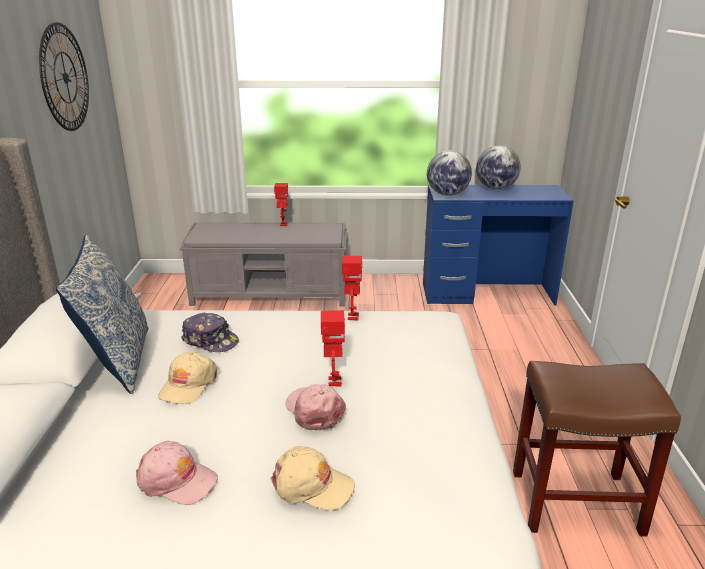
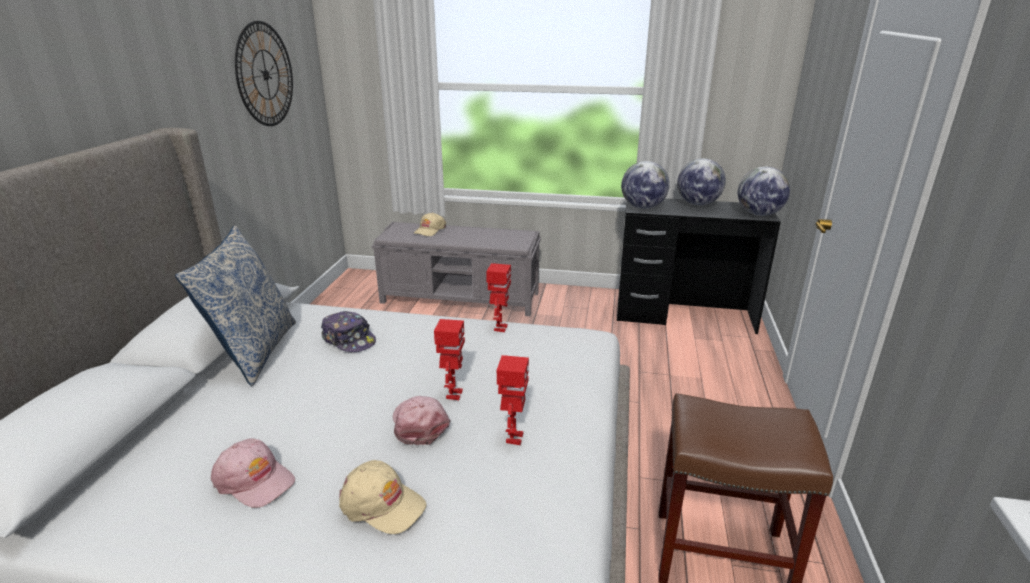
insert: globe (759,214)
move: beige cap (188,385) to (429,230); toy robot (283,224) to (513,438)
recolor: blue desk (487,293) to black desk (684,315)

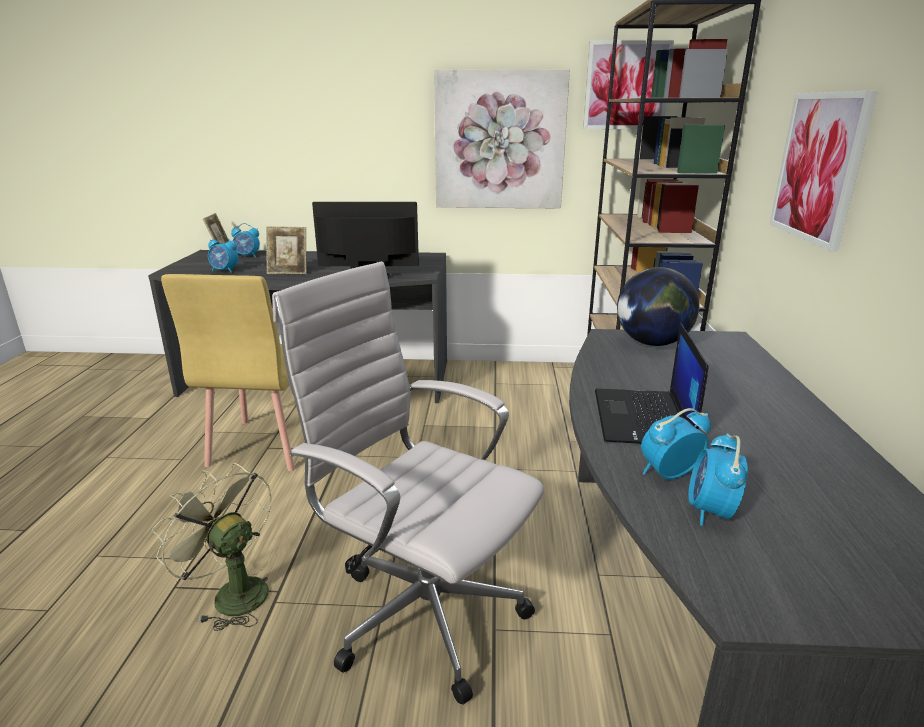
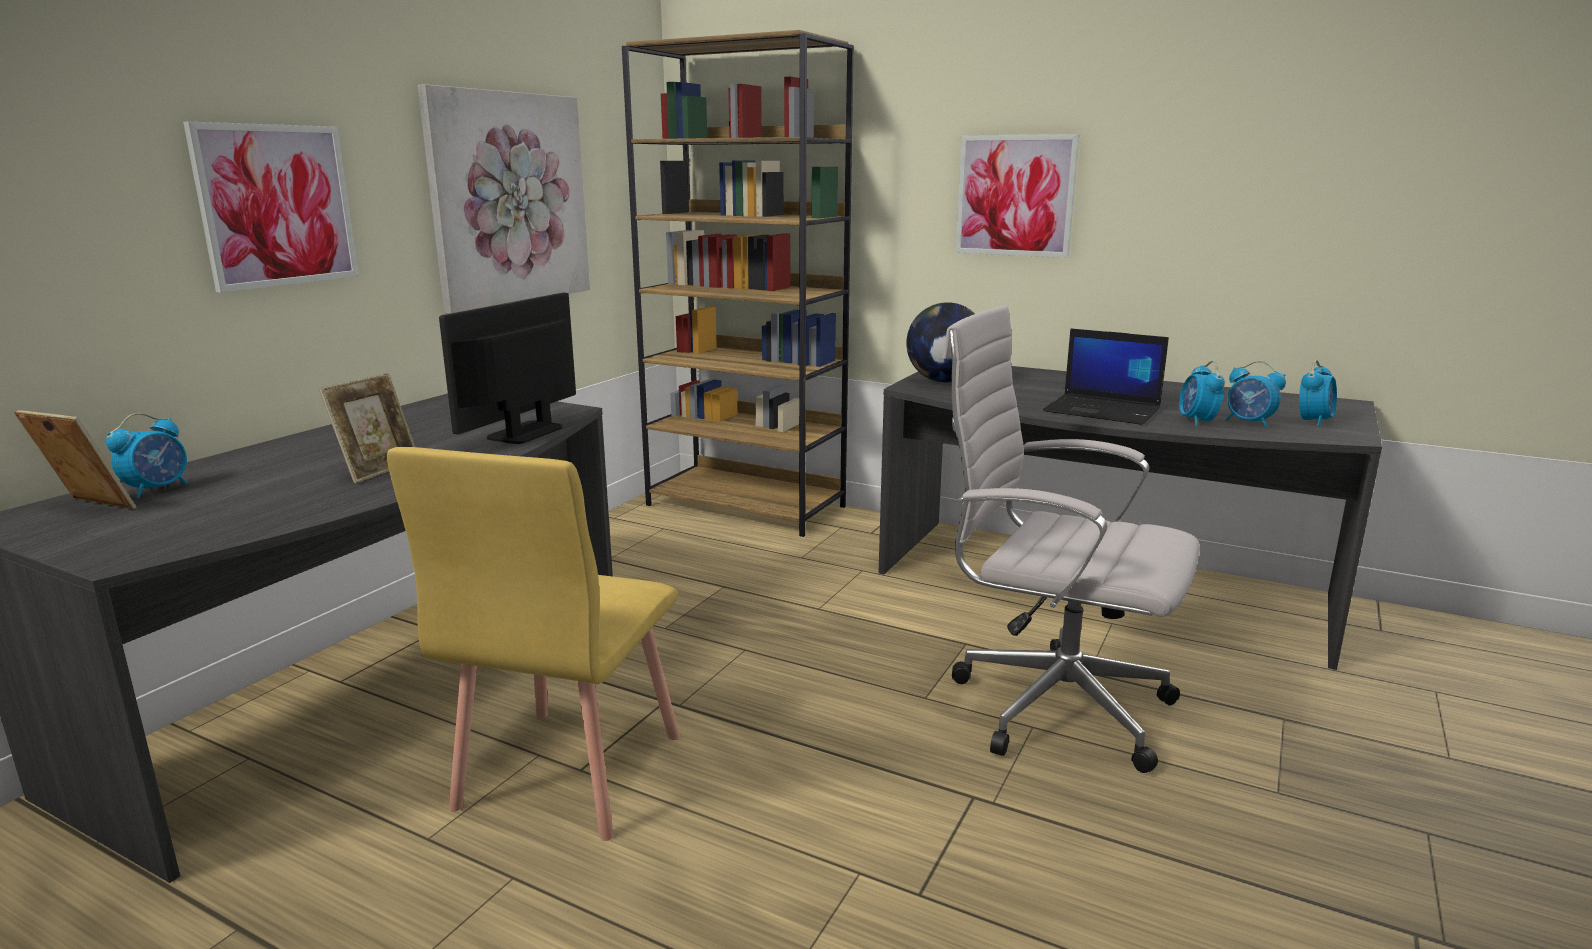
delete: green fan (232,592)
move: picture (626,86) to (276,206); alarm clock (225,271) to (1313,421)
rotate: yellow chair (265,445) = (568,771) 75 degrees clockwise; white office chair (421,612) = (1050,705) 60 degrees clockwise

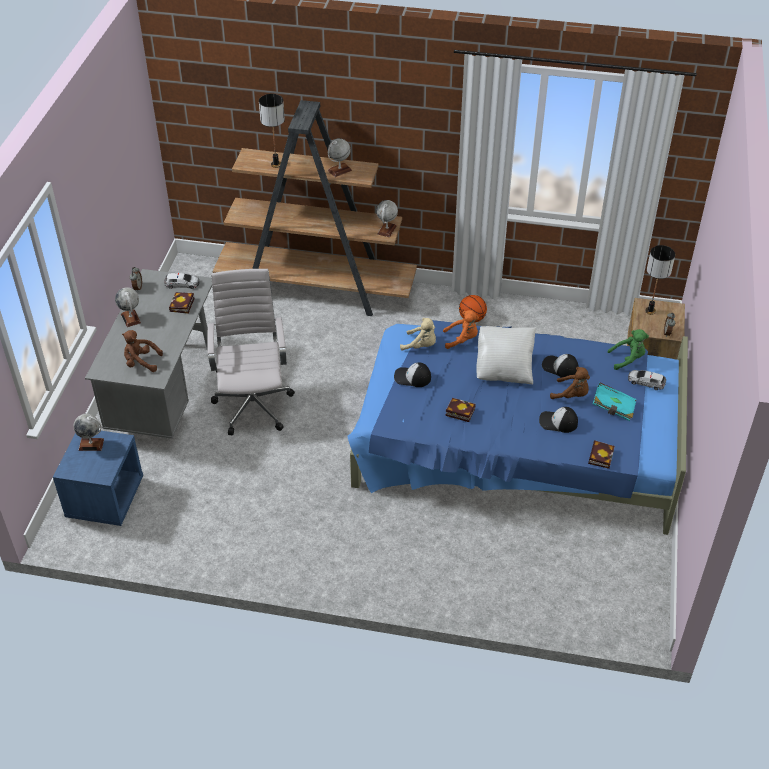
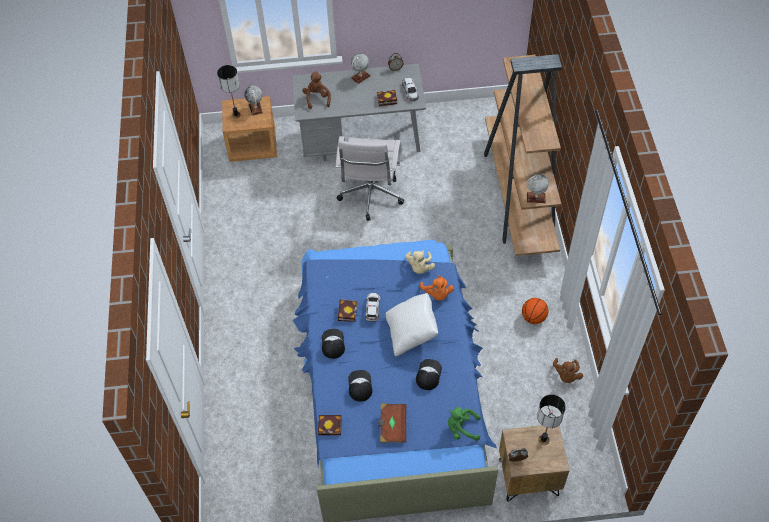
delete: globe (339,170)
move: table lamp (276,164) to (236,115); cap (412,377) to (332,344); toy car (646,382) to (372,308); brown plush toy (571,395) to (566,375)
recolor: blue nightstand (105,498) to brown nightstand (253,145); turquoise book (613,408) to brown book (392,426)
rotate: white office chair (253,404) = (370,196) 120 degrees clockwise; green plush toy (628,359) = (462,429) 120 degrees clockwise

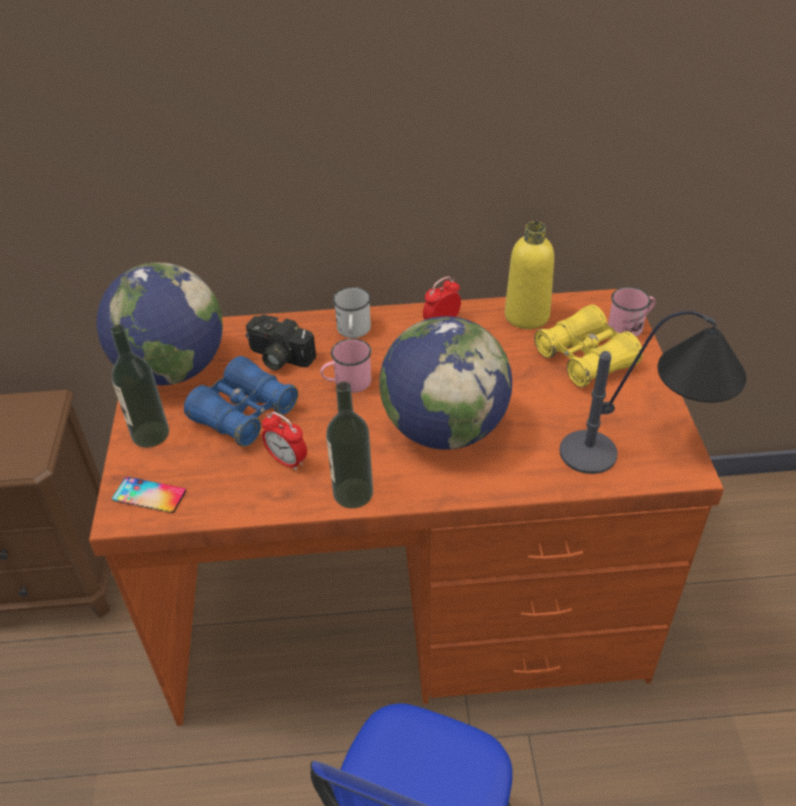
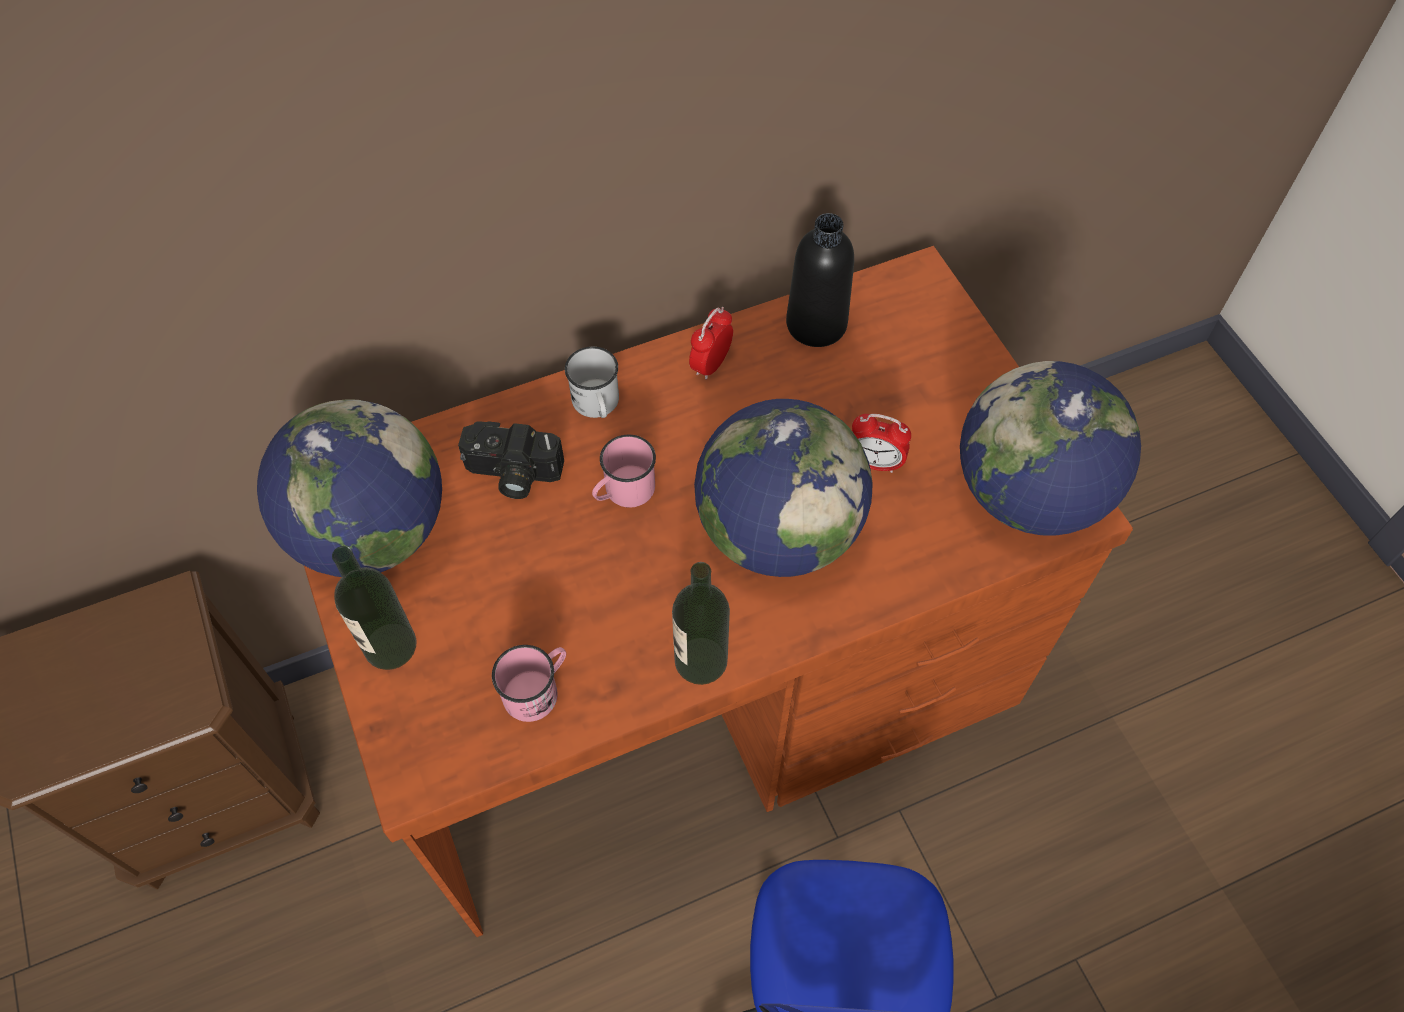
delete: phone (149,495); blue binoculars (244,413); yellow binoculars (585,358)
move: pink mug (630,326) to (537,690); alarm clock (287,461) to (874,463)
replace: table lamp (646,448) to globe (1028,494)
recolor: yellow bottle (527,316) to black bottle (816,324)

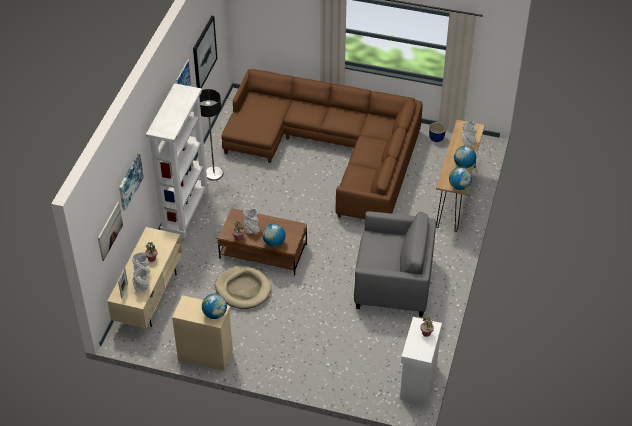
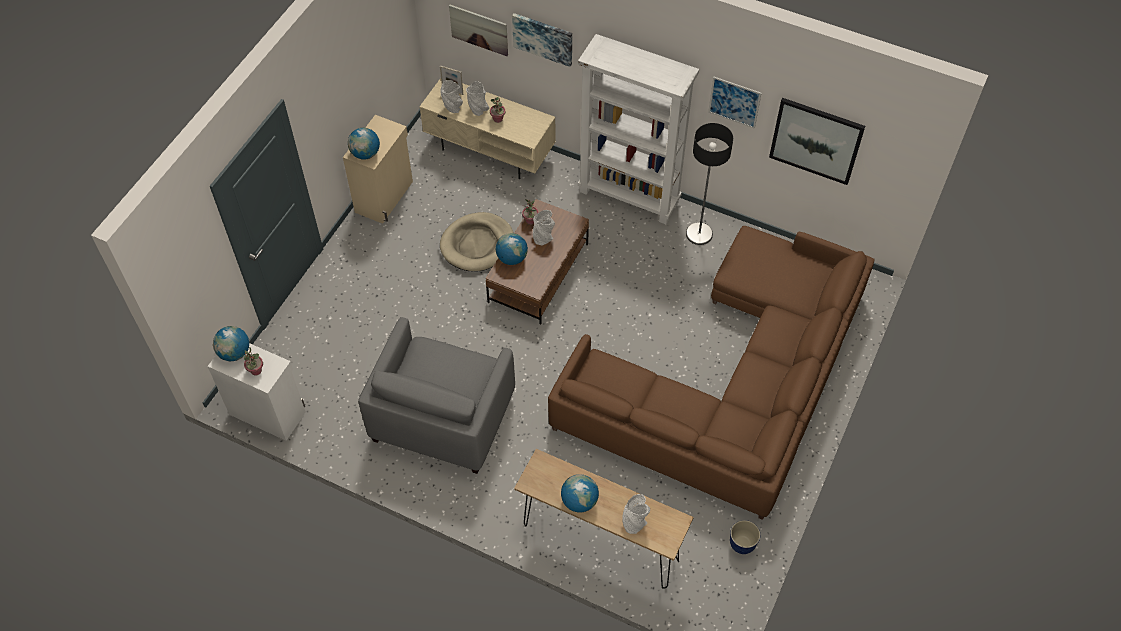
move: globe (459,186) to (234,353)

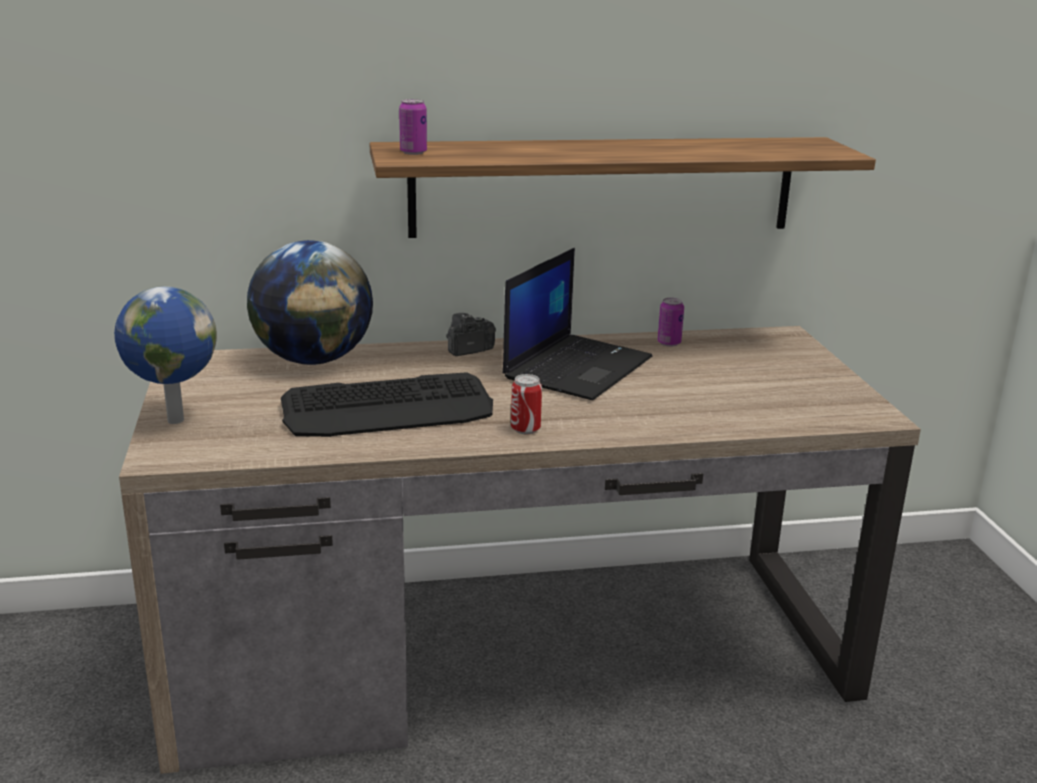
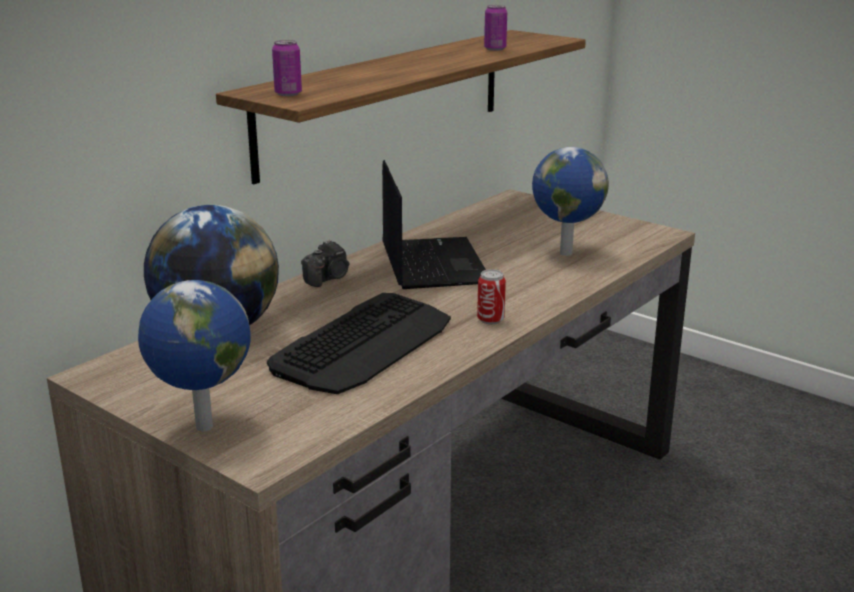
insert: globe (564,253)
move: can (669,343) to (495,49)
rotate: photo camera (468,350) = (328,278) 150 degrees counterclockwise

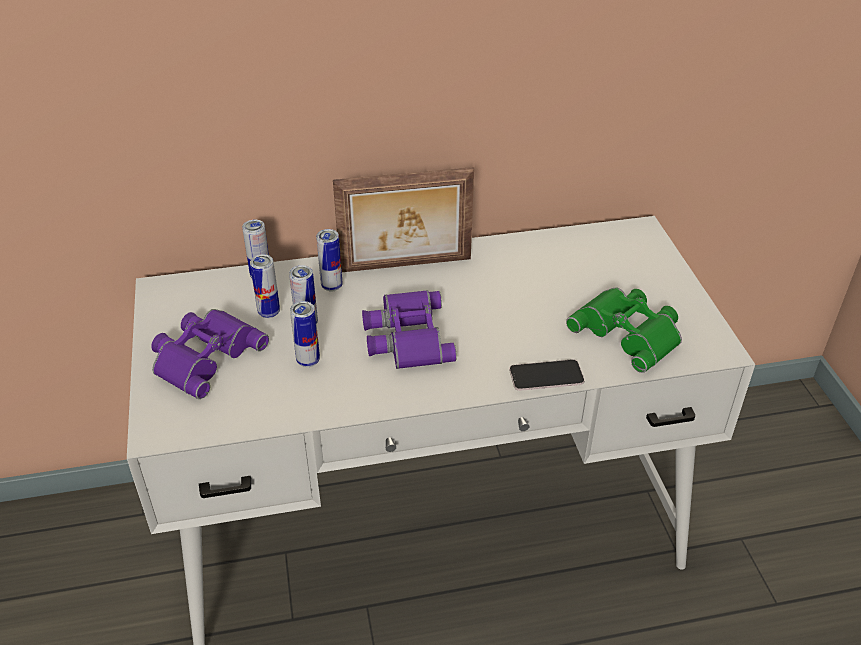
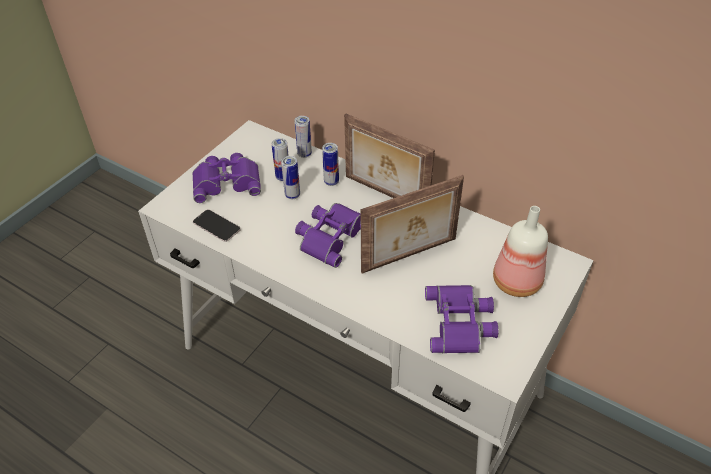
delete: can (308,361)
insert: picture frame (410,256); bottle (515,283)
move: phone (546,376) to (216,226)
recolor: green binoculars (629,332) to purple binoculars (461,323)

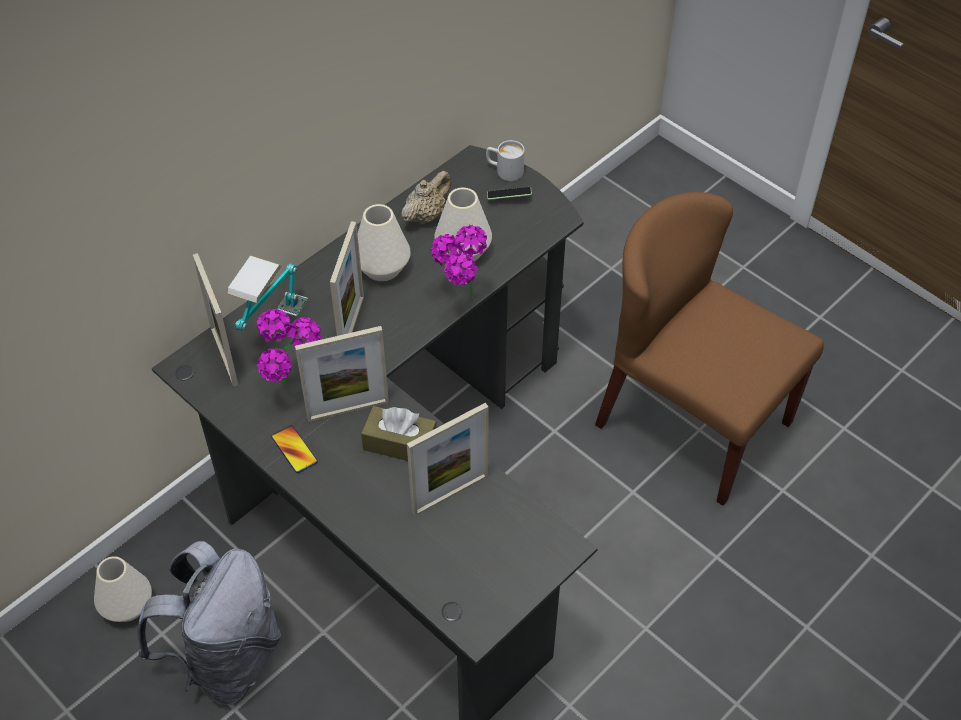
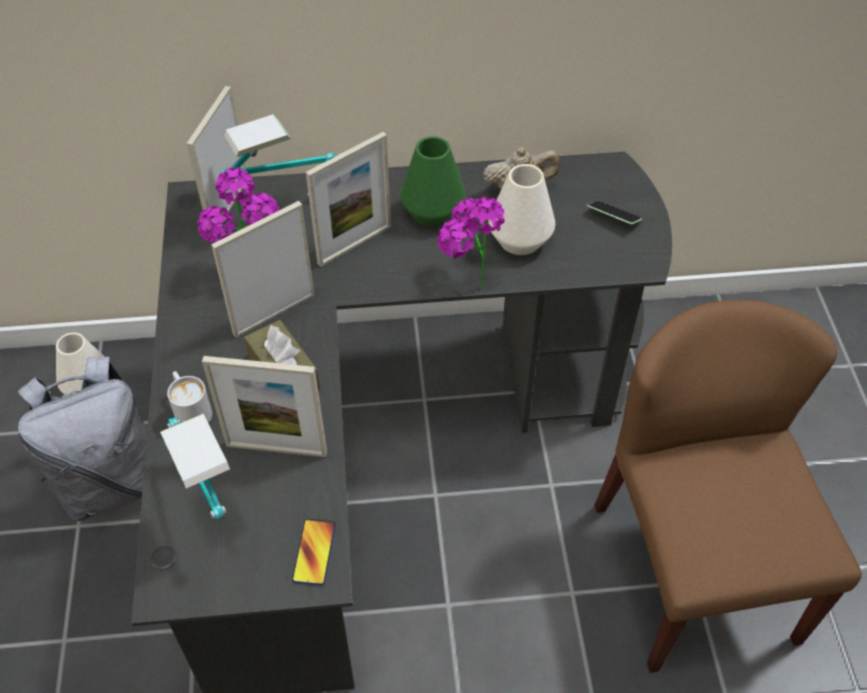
insert: table lamp (210,504)
move: white mug (504,170) to (190,409); phone (294,450) to (314,552)
recolor: white vase (383,268) to green vase (433,212)
rotate: picture frame (348,410) = (274,314) 120 degrees clockwise

